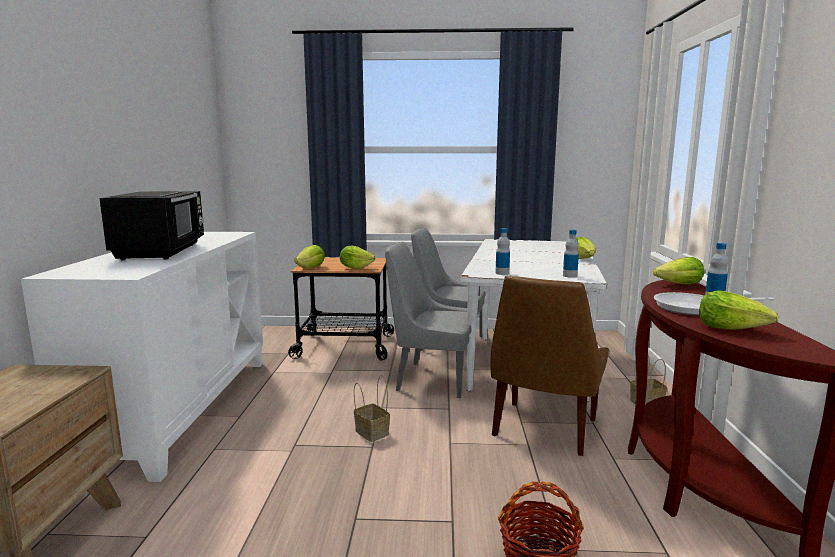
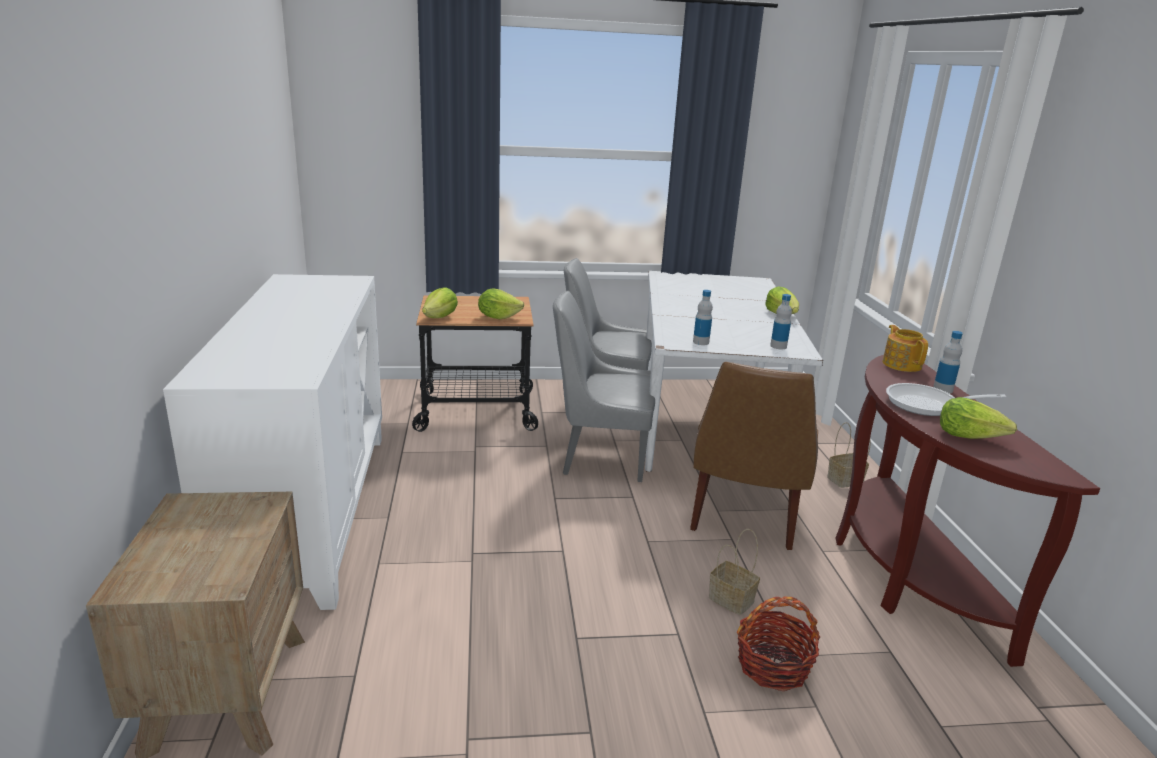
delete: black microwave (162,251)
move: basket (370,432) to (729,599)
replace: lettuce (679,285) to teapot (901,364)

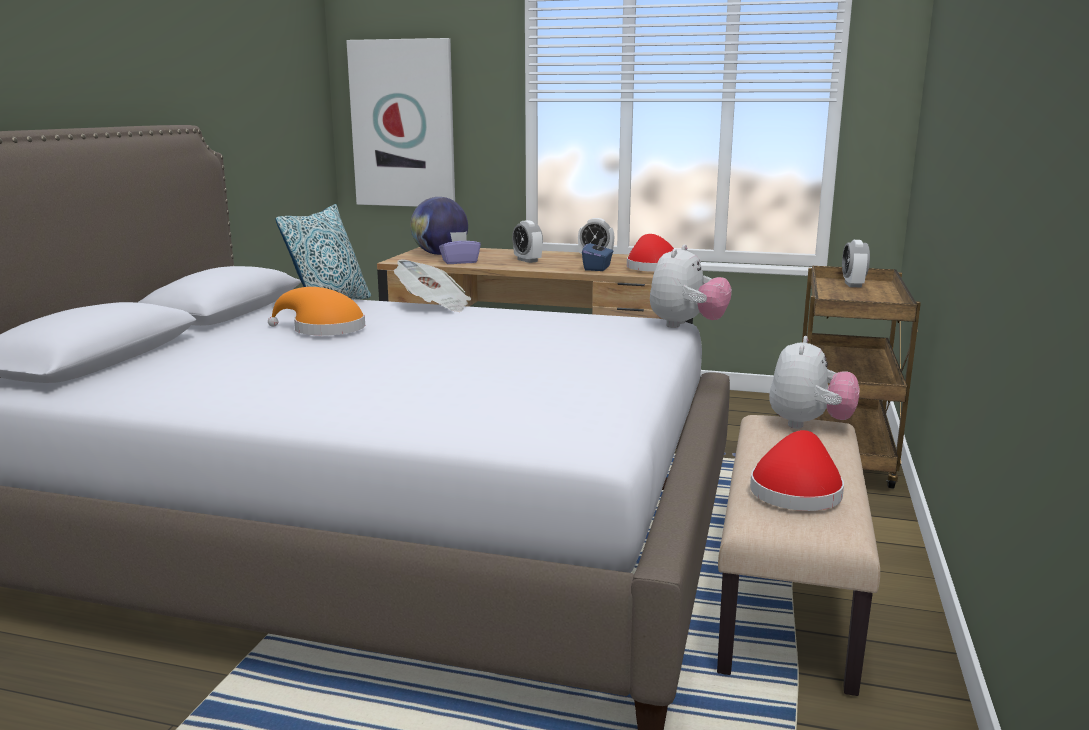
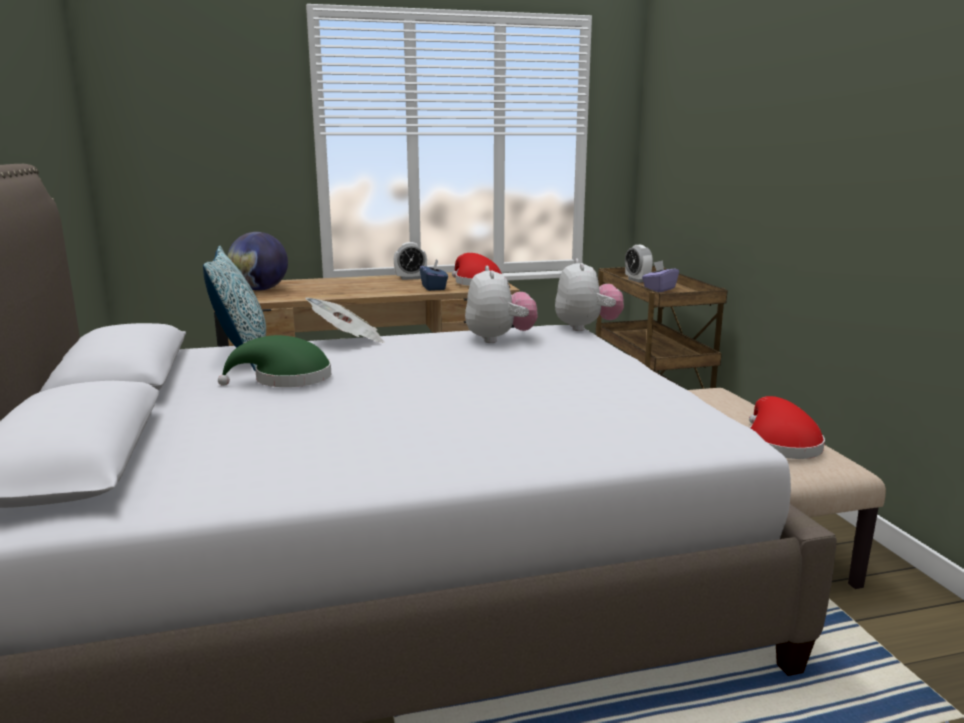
delete: picture (403,124); alarm clock (527,260)
move: plush toy (809,424) to (499,339); purple tissue box (459,262) to (659,289)
recolor: orange hat (323,329) to green hat (286,379)

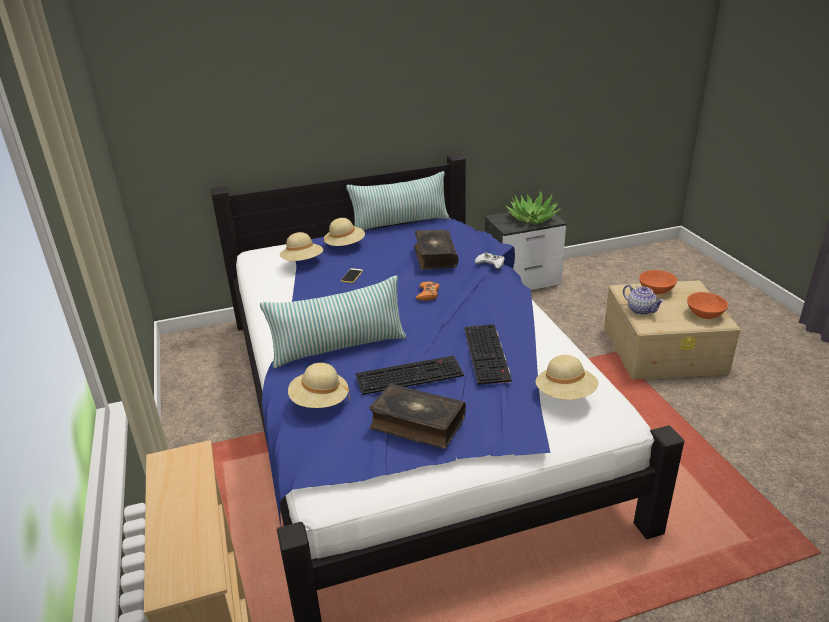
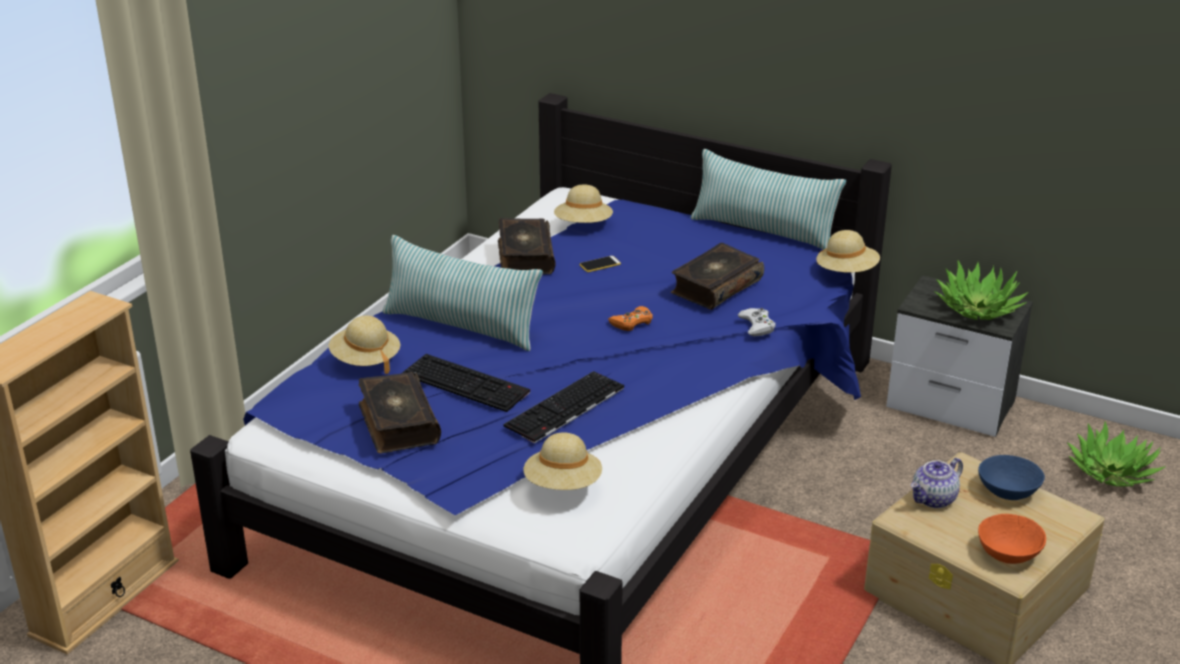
insert: book (524,257); potted plant (1111,472)
move: beige hat (345,245) to (846,272)
recolor: orange bowl (656,290) to blue bowl (1008,491)
rotate: teapot (641,310) = (934,499) 45 degrees clockwise

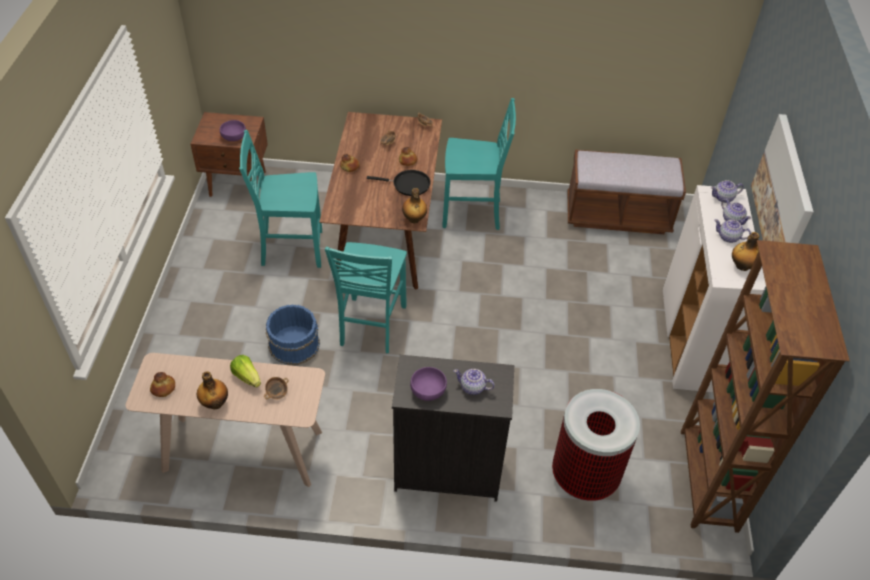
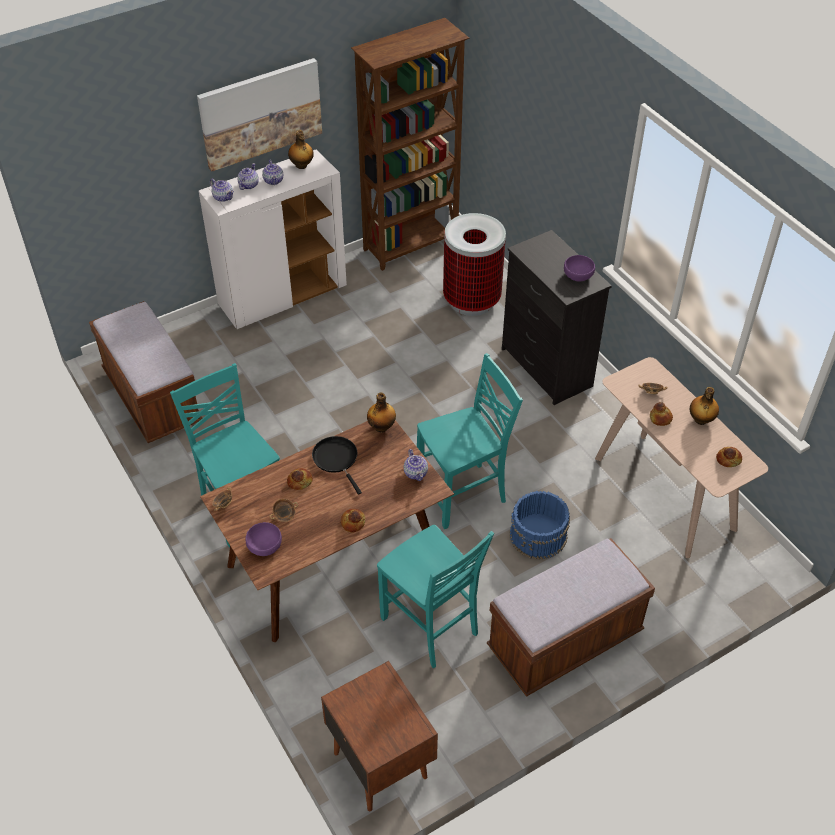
insert: brown bench (564,641)
move: purple bowl (234,137) to (264,545); teapot (473,387) to (416,473)
replace: lettuce (247,377) to bread (660,418)

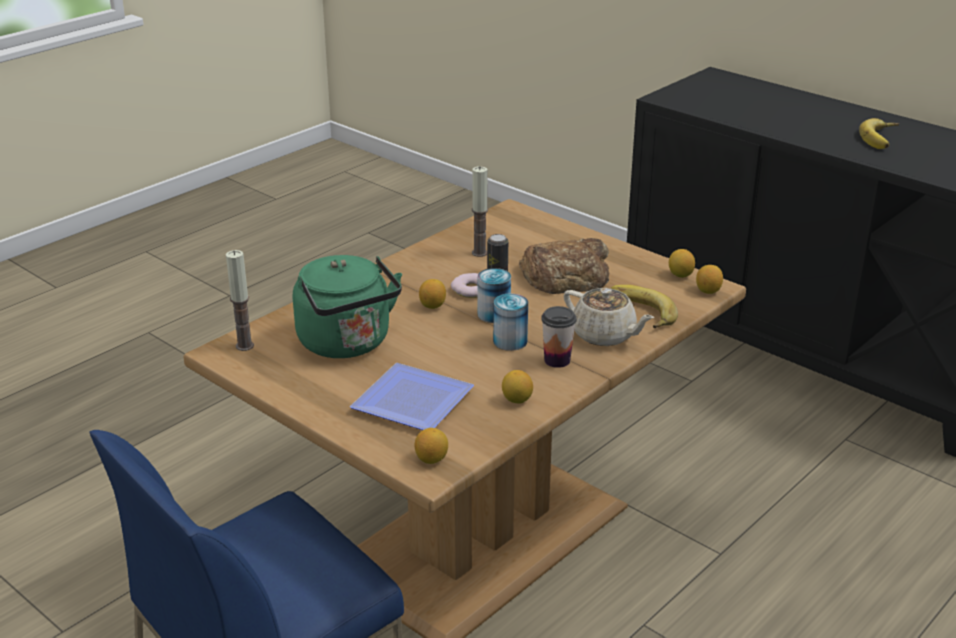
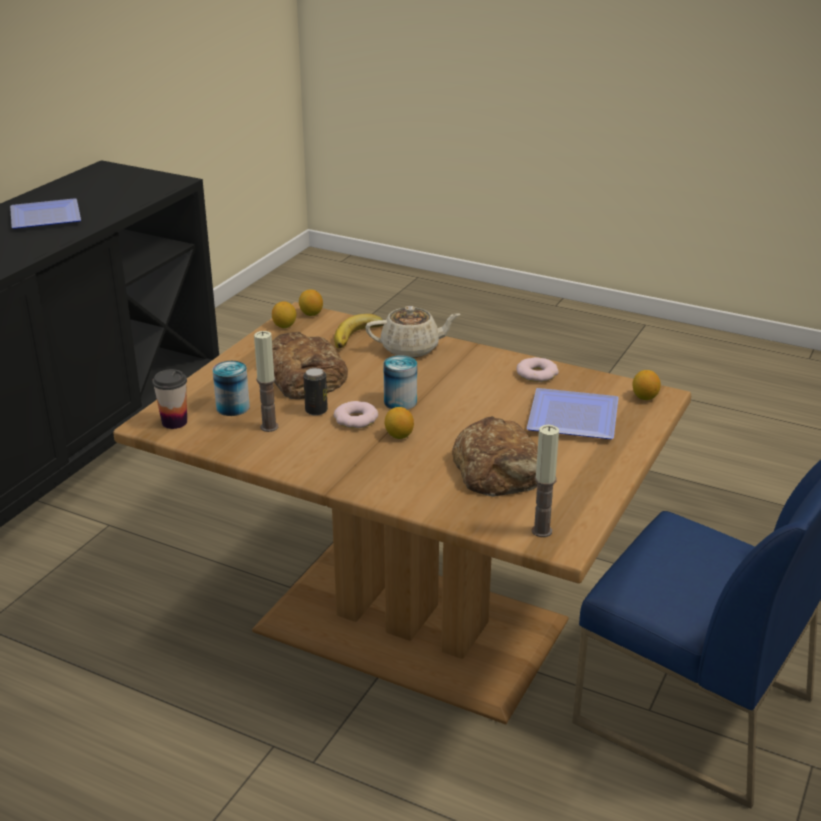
move: cup (557,360) to (174,422); can (510,341) to (233,407)
replace: banana (883,139) to plate (48,216); green kettle (348,344) to bread (499,469); lemon (517,400) to donut (537,374)
rotate: beige teapot (605,335) = (411,349) 60 degrees clockwise

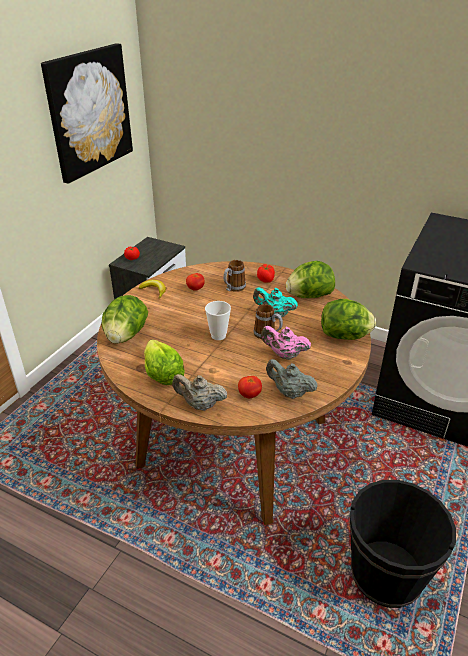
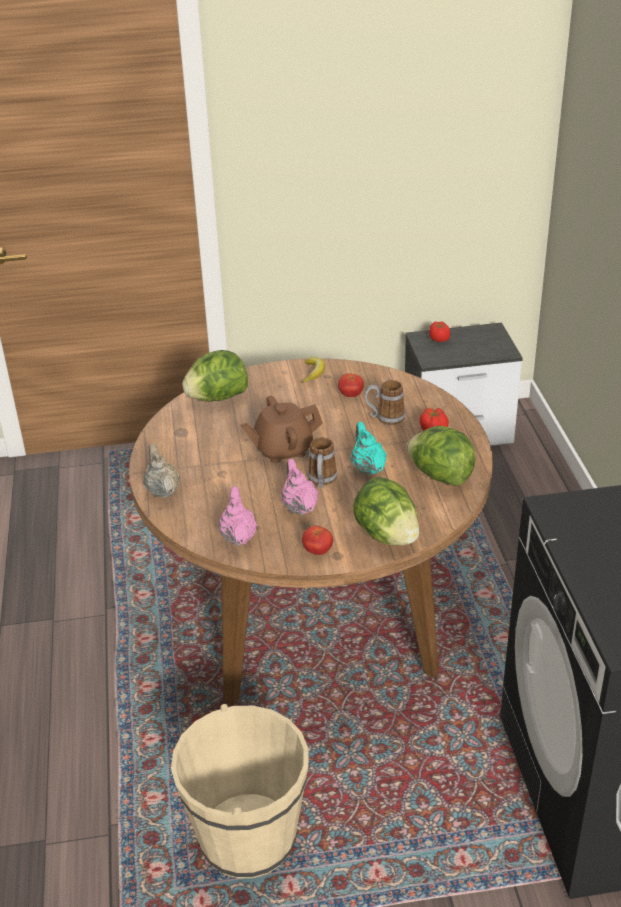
delete: picture (89,112); lettuce (162,374)
move: tomato (249,395) to (318,551)
replace: cup (218,335) to brown teapot (283,450)
recolor: black bucket (386,574) to beige bucket (248,838); grey teapot (289,392) to pink teapot (238,537)

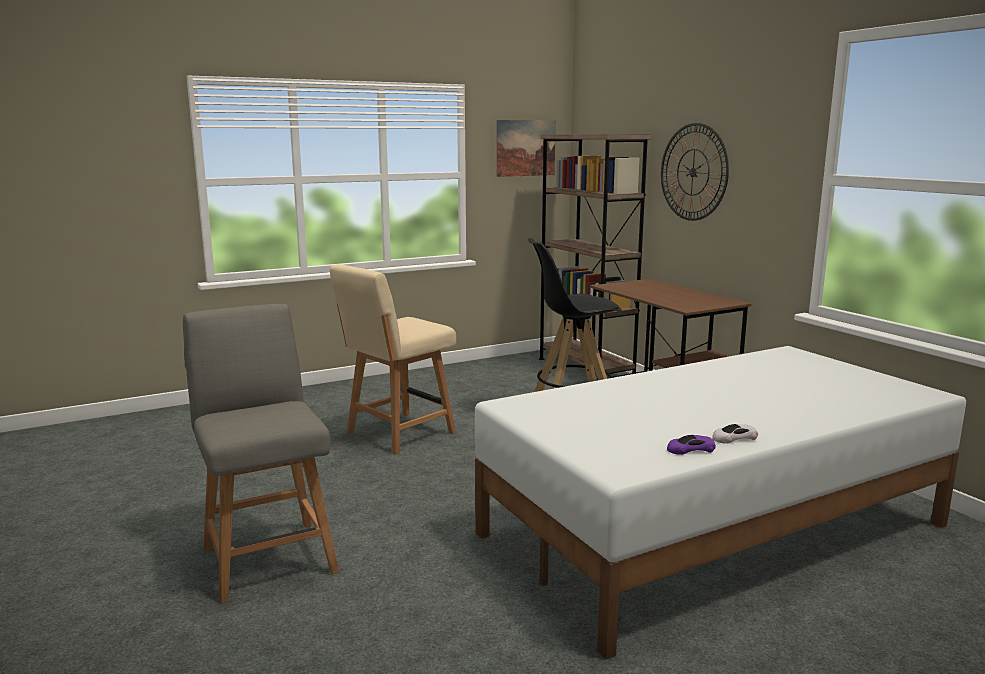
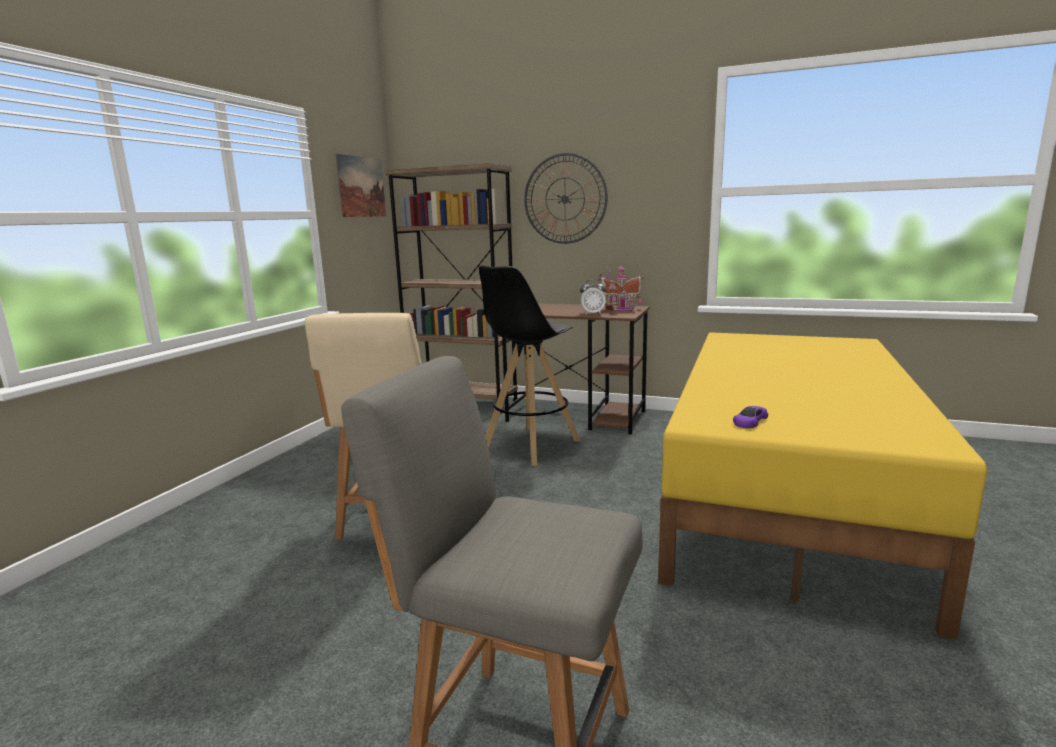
delete: white toy car (734,438)
insert: alarm clock (592,313); toy house (621,309)
move: purple toy car (690,449) to (750,421)
recolor: white bed (715,530) to yellow bed (788,493)

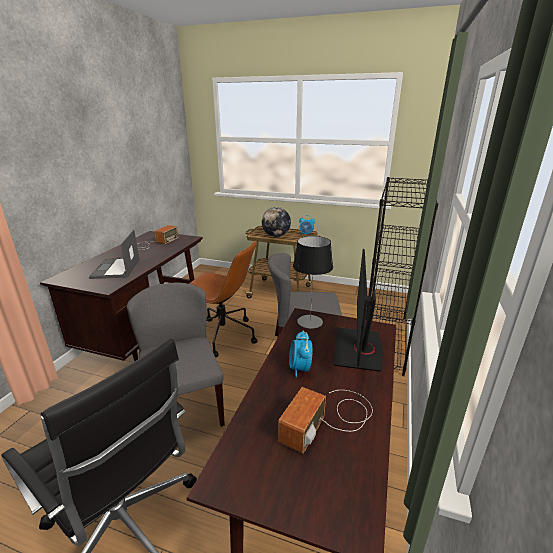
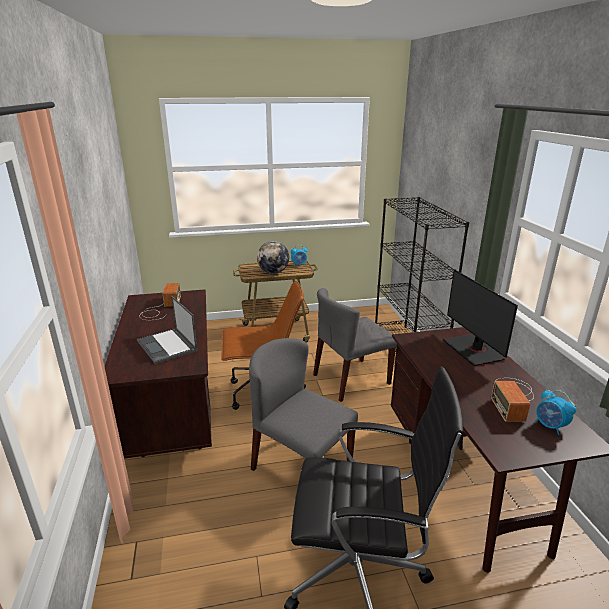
delete: table lamp (310,321)
move: alarm clock (299,369) to (550,426)

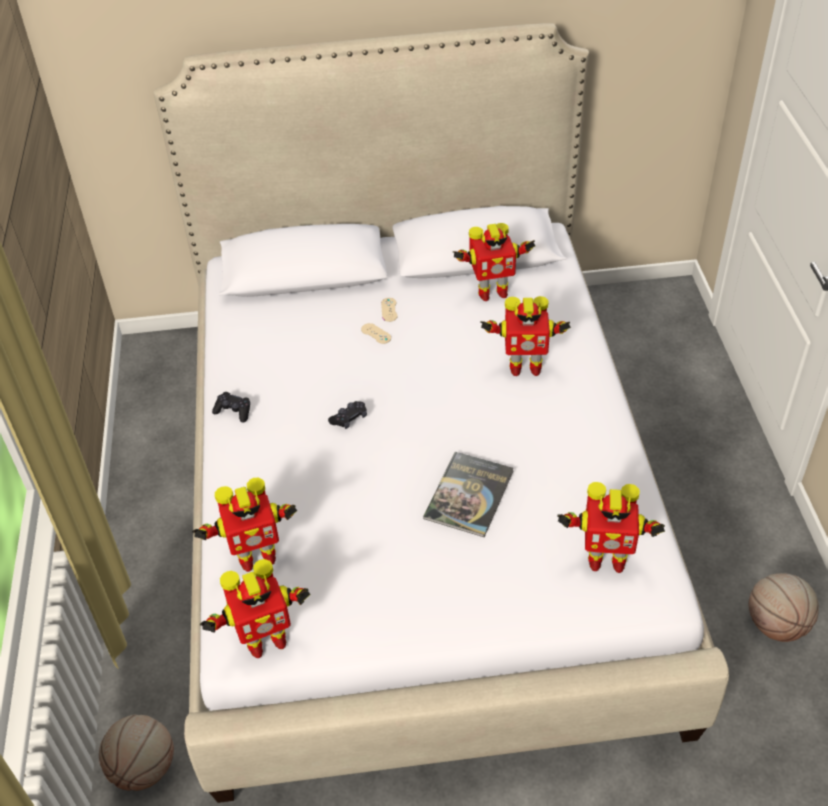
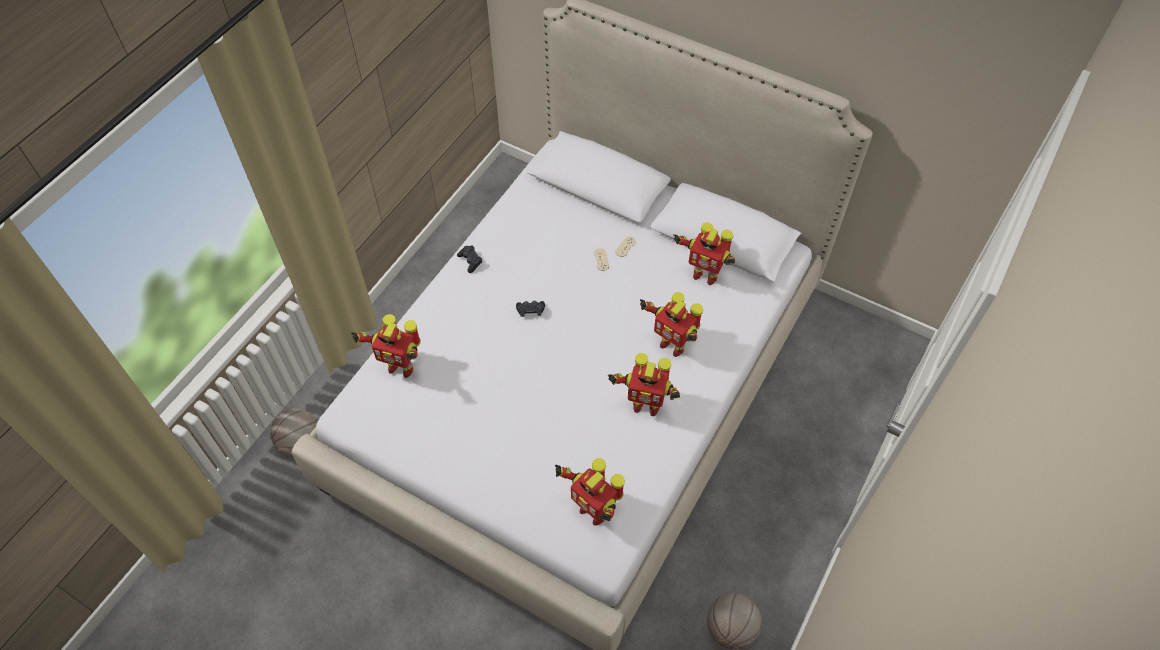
delete: book (469,494)
move: toy robot (265,641) to (645,405)

